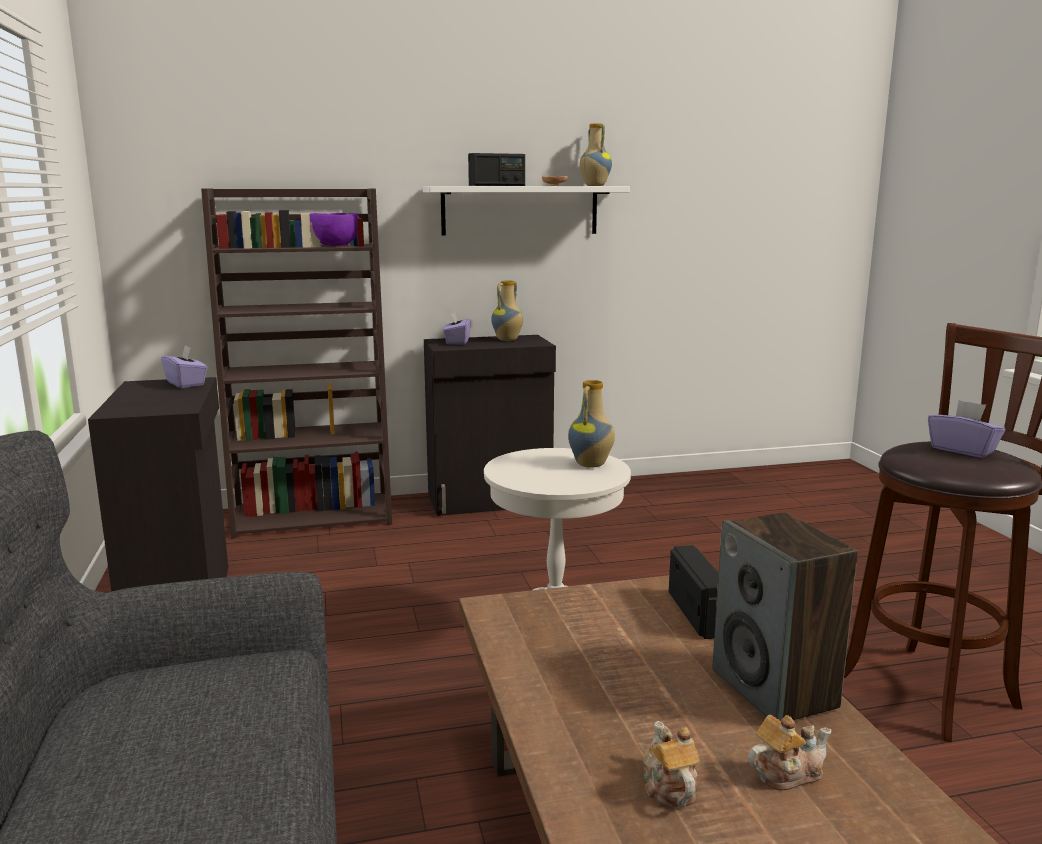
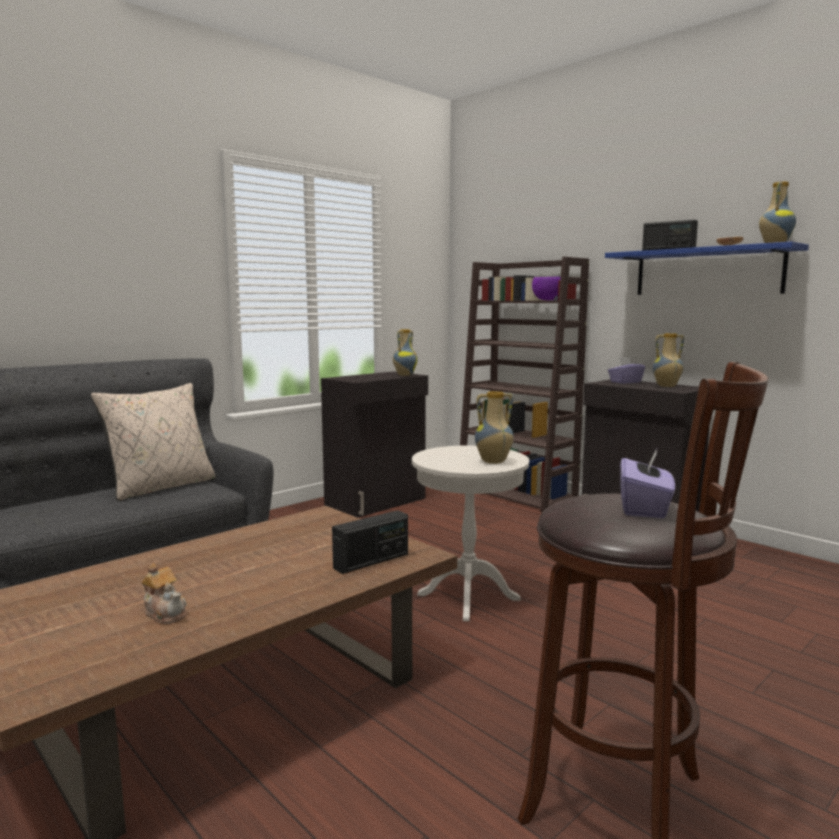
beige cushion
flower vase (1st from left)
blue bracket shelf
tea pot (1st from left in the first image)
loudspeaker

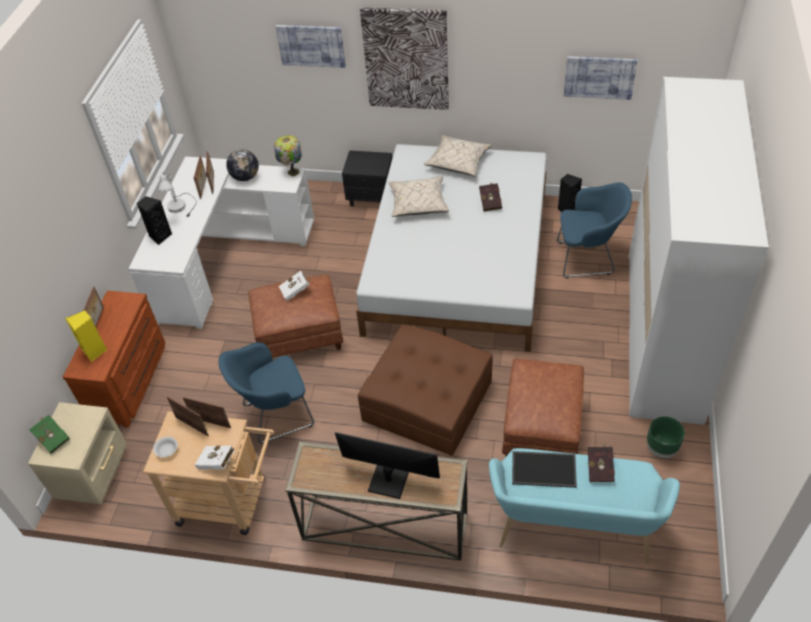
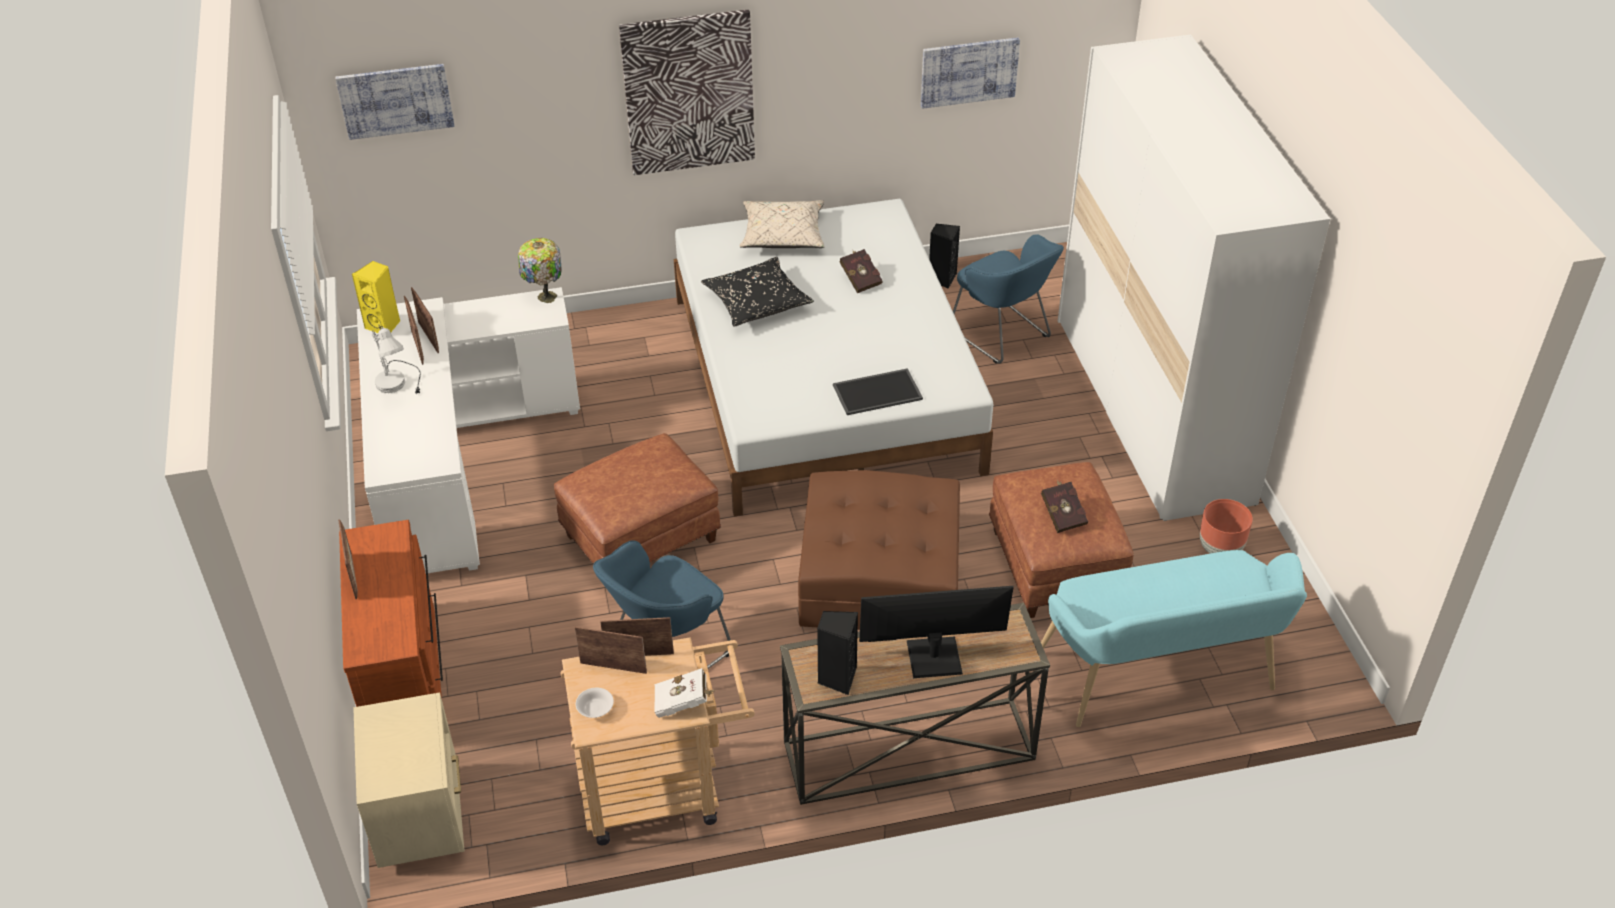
picture (1st from left)
yellowish loudspeaker
black-coloured cushion
black-coloured loudspeaker (1st from left)
serving tray
blue armchair (2nd from left)
red-coloured volume (2nd from left)
brownish plant pot
green-coloured volume
globe
whitish volume (2nd from left in the first image)
black-coloured nightstand

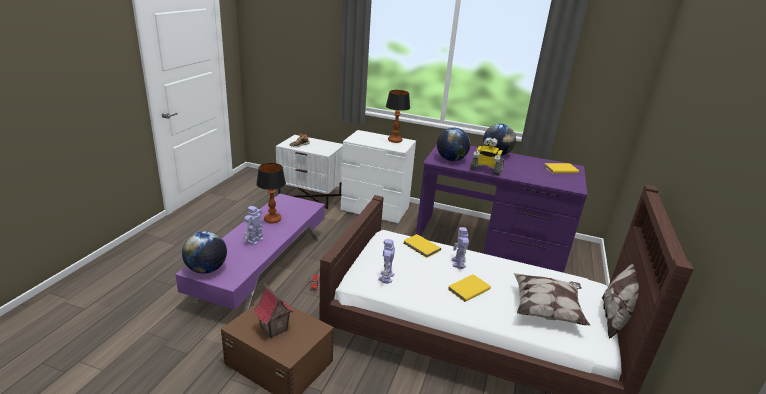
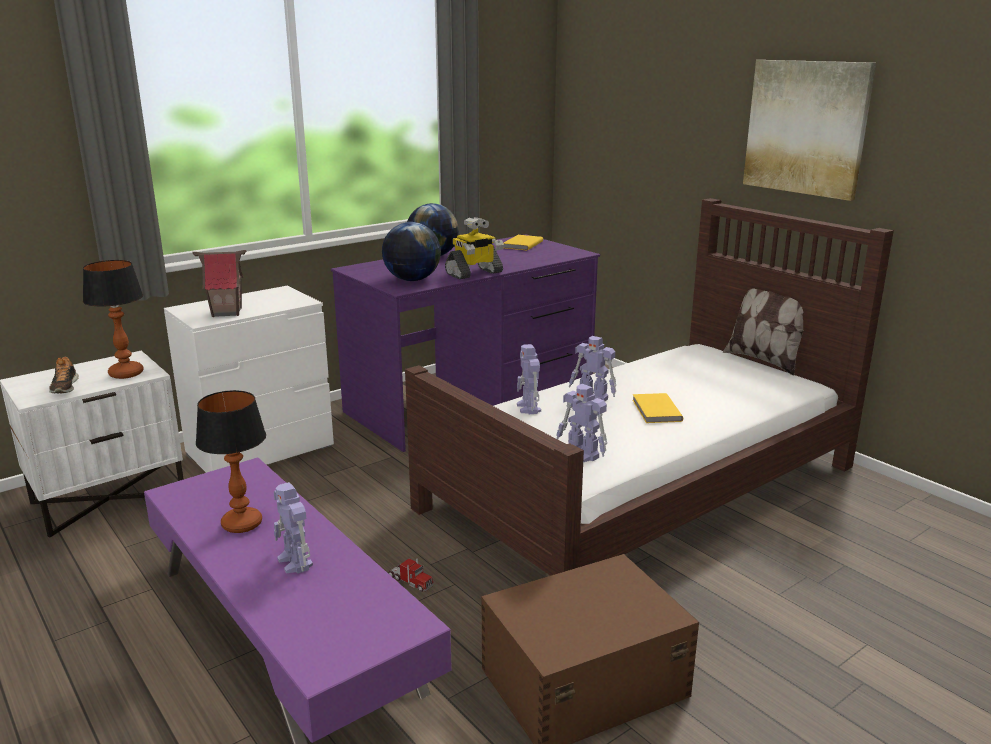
table lamp (1st from left)
toy house
toy robot (3rd from left)
picture
globe (1st from left in the first image)
cushion (1st from left in the first image)

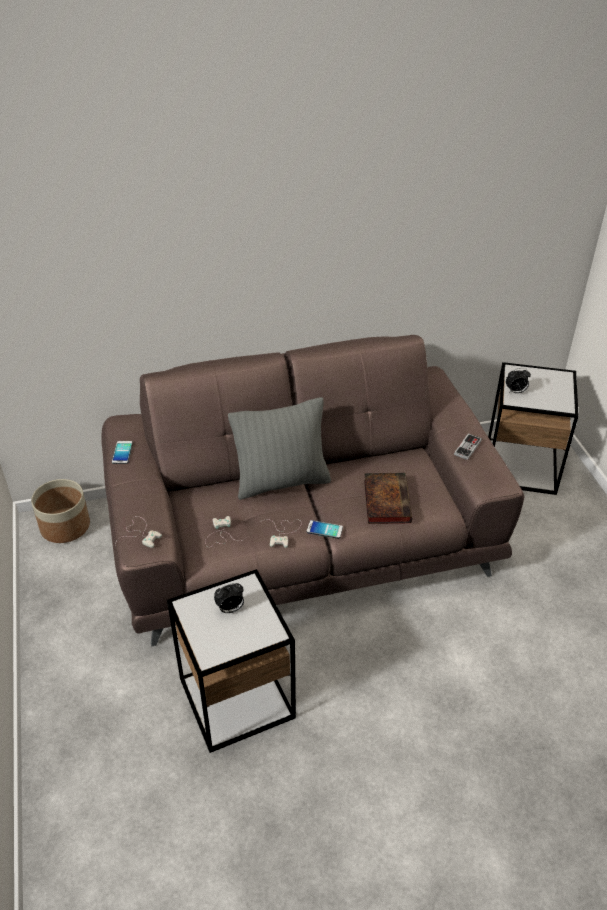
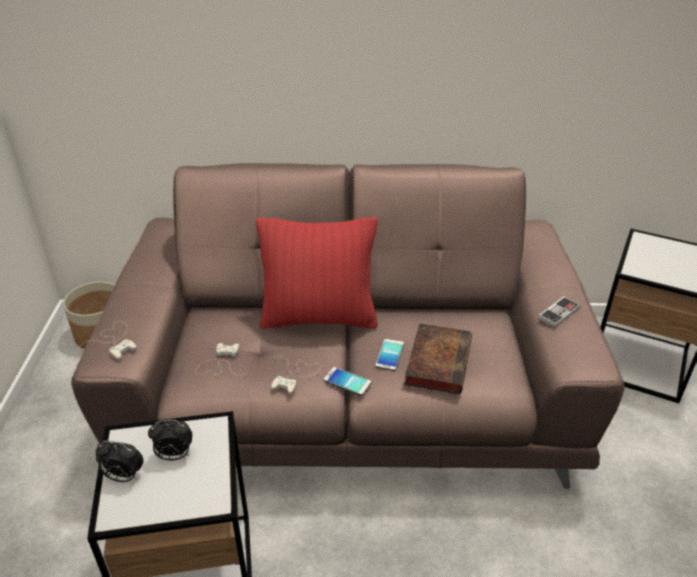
alarm clock (1st from left)
red-coloured cushion
handset (2nd from left)

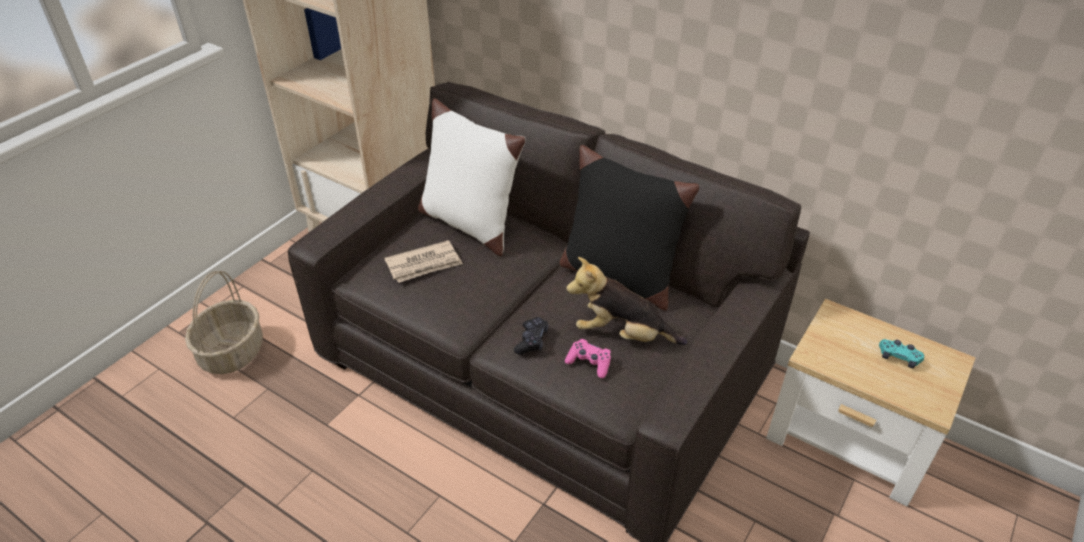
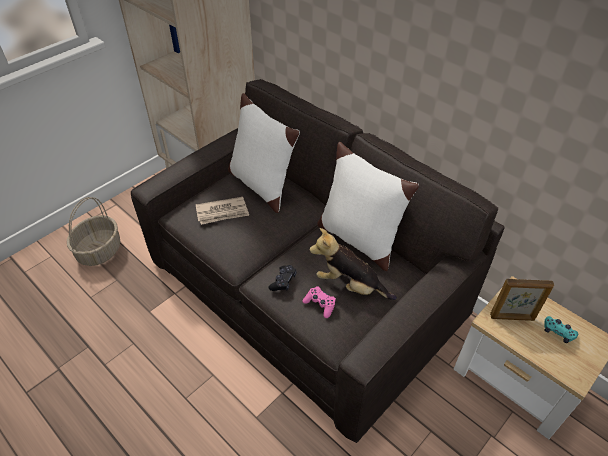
whitish cushion (2nd from left)
picture frame

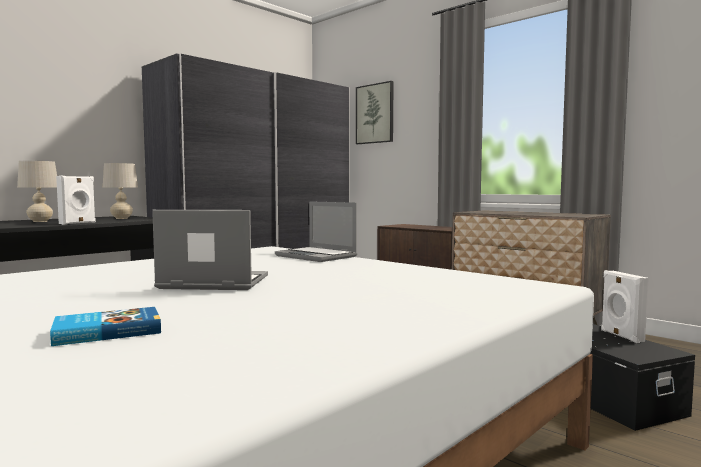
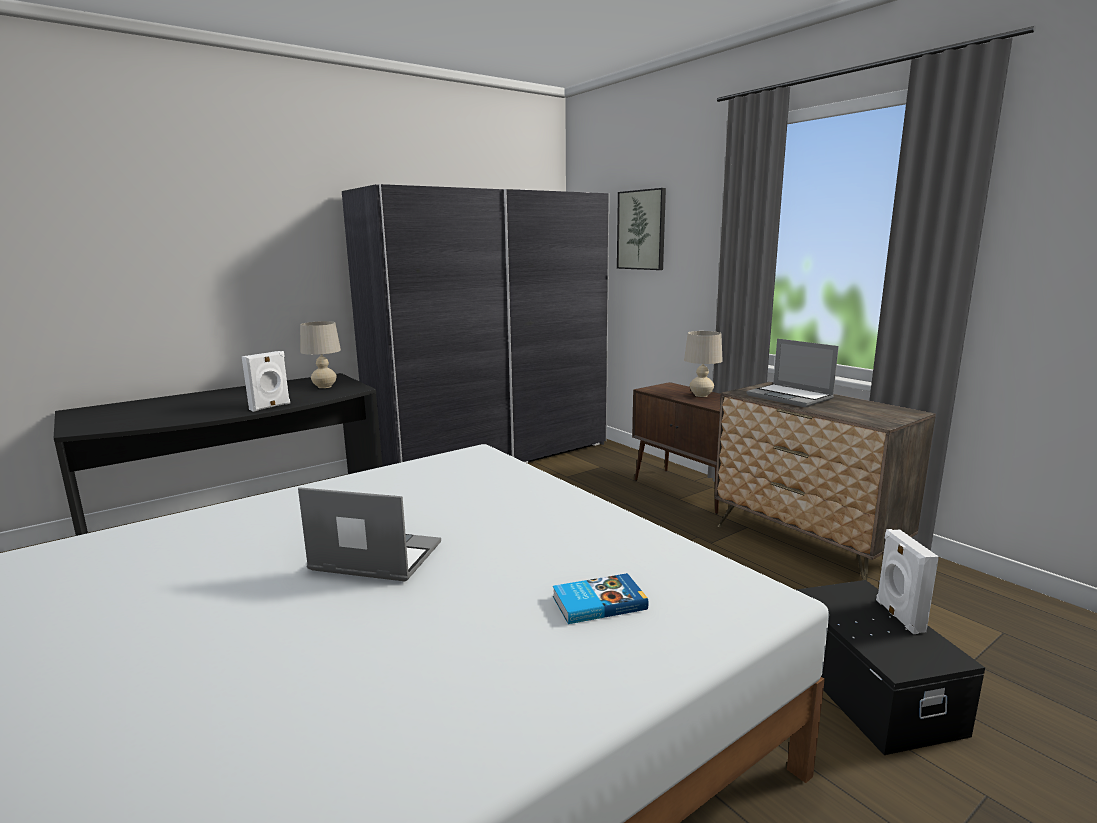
volume
beige table lamp (2nd from left)
laptop (2nd from left)

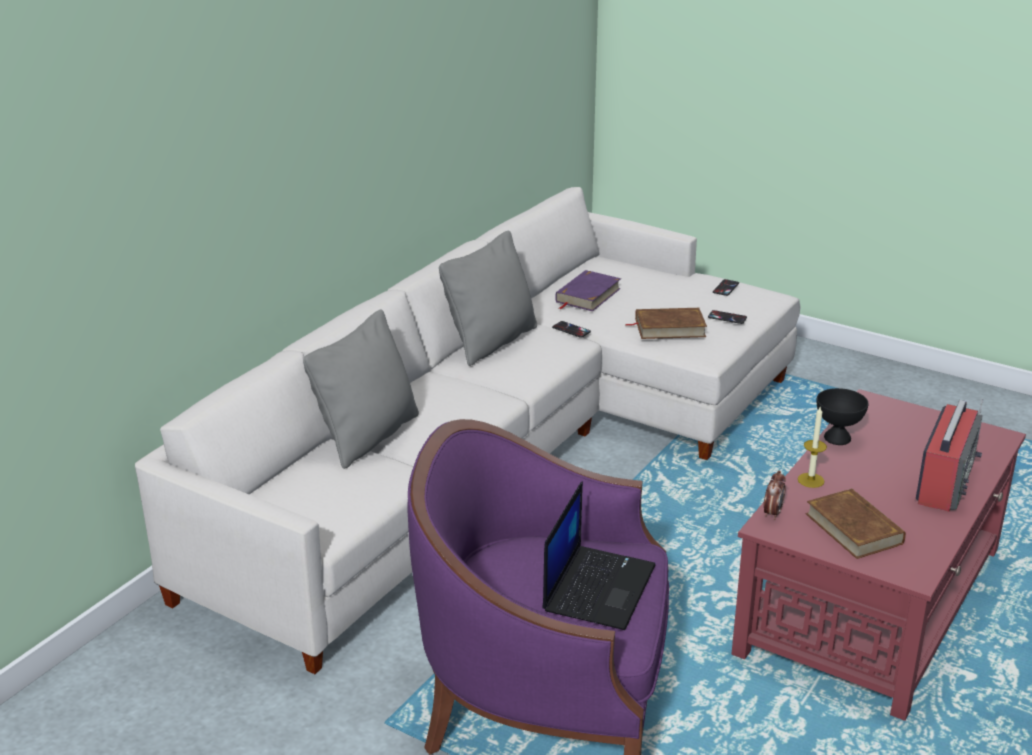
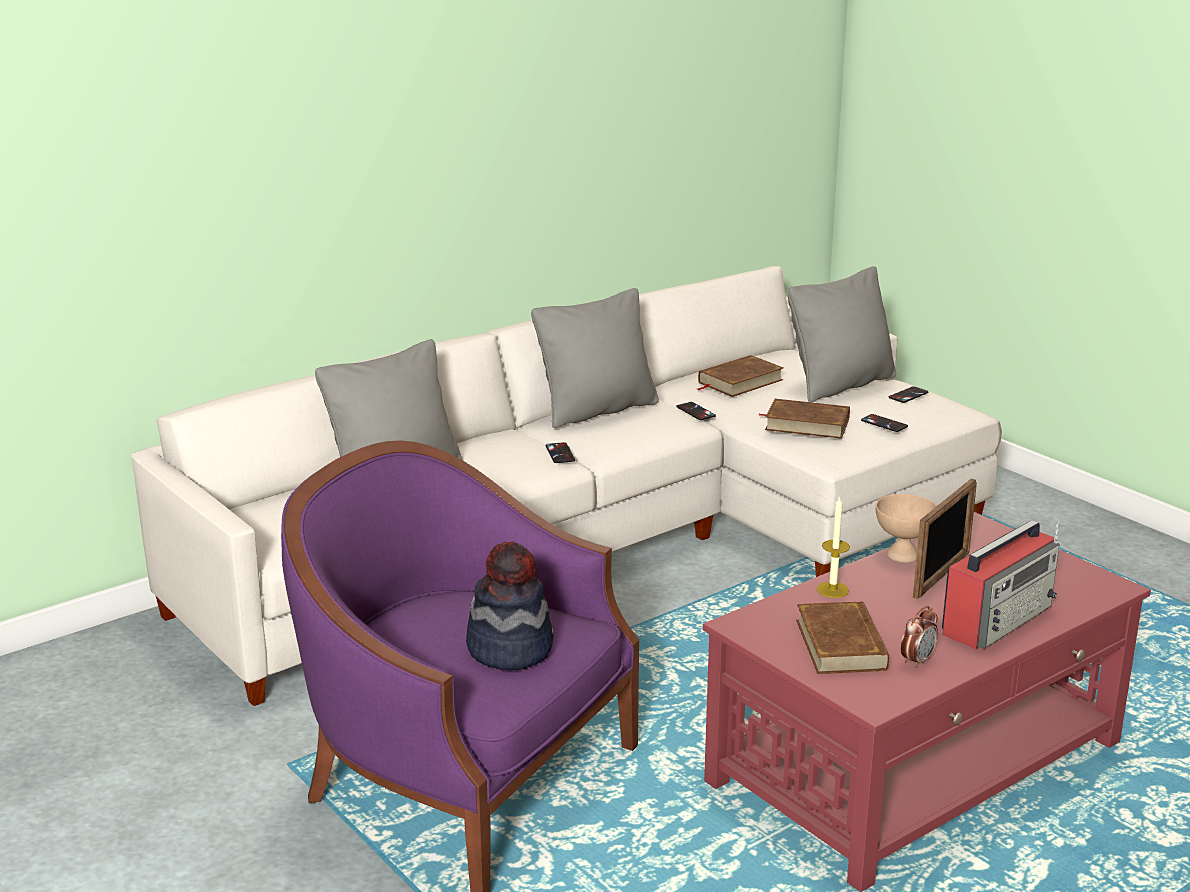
hat
handset (1st from left)
brownish volume (1st from left)
grey cushion (3rd from left)
beige deep dish
alarm clock
picture frame

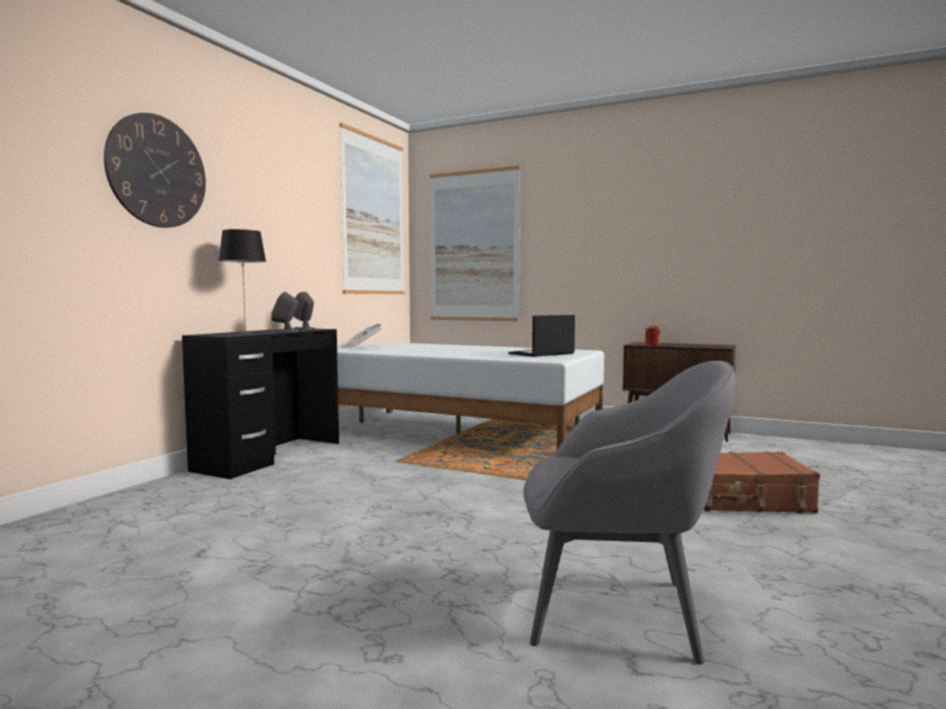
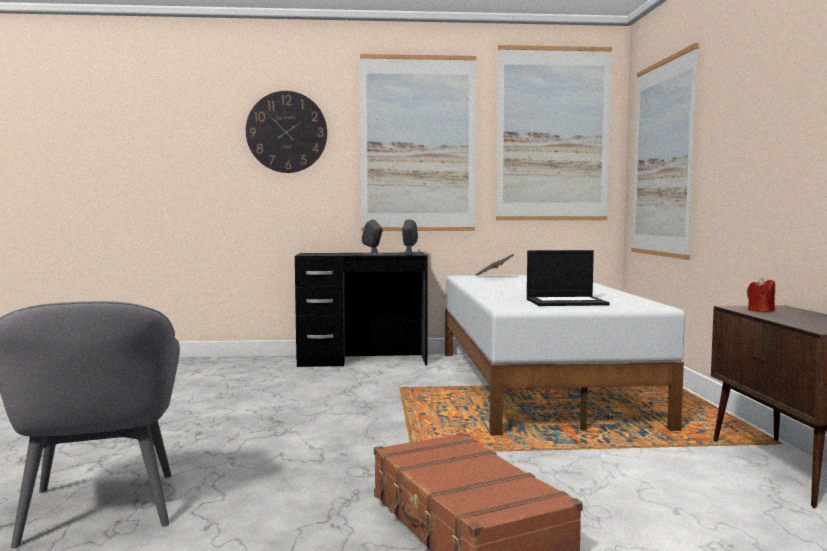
picture (1st from left)
laptop
table lamp

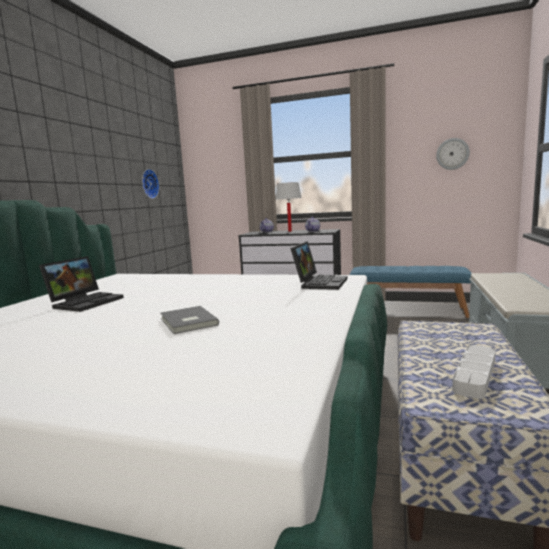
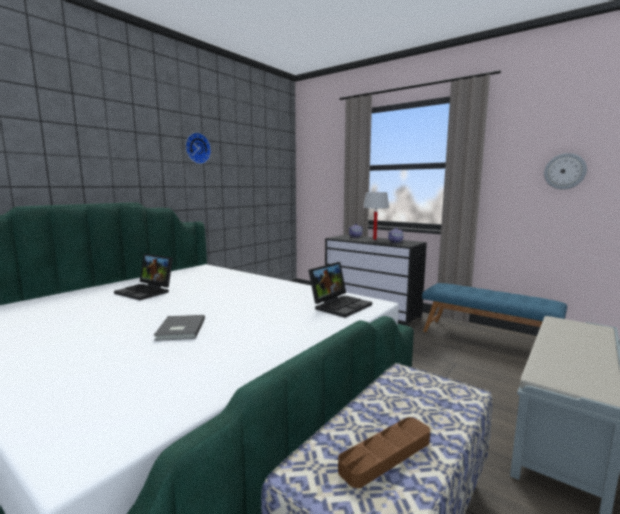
laptop (1st from left)
clock on the wall (1st from left)
brownish serving tray

